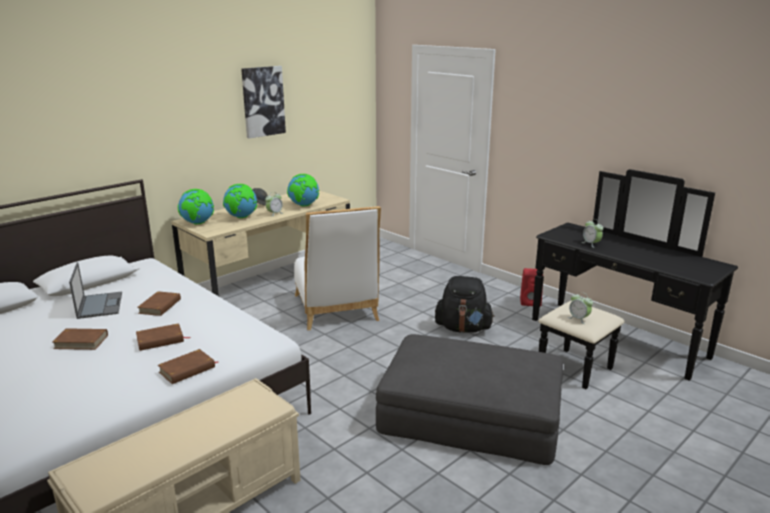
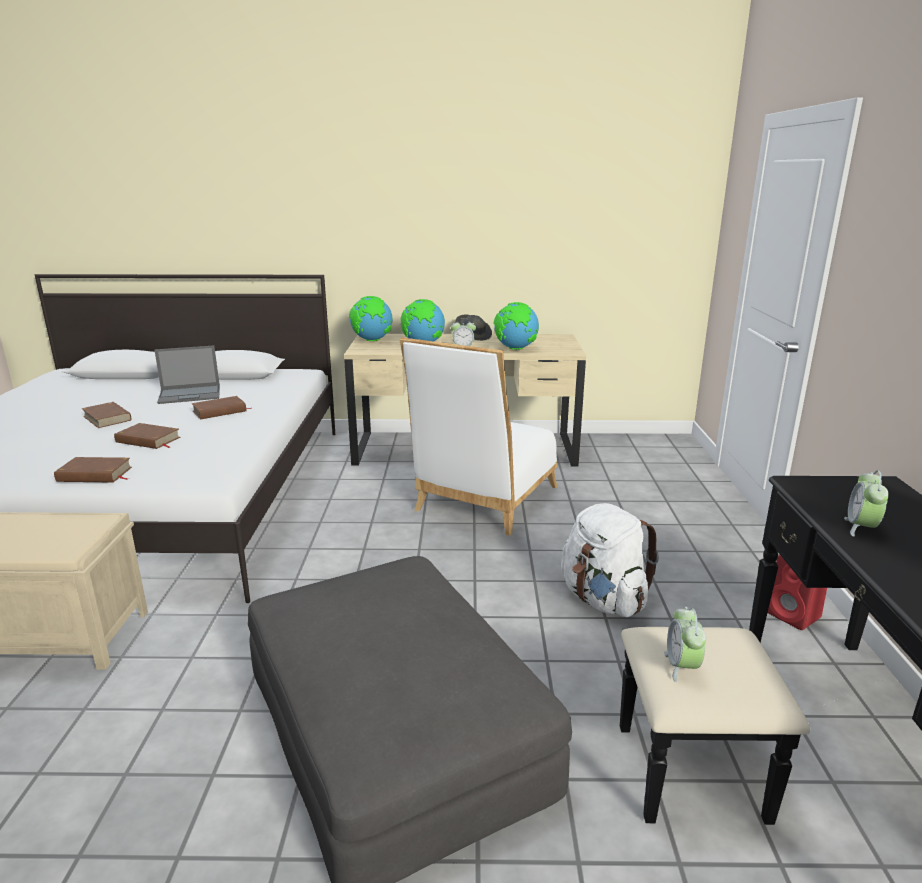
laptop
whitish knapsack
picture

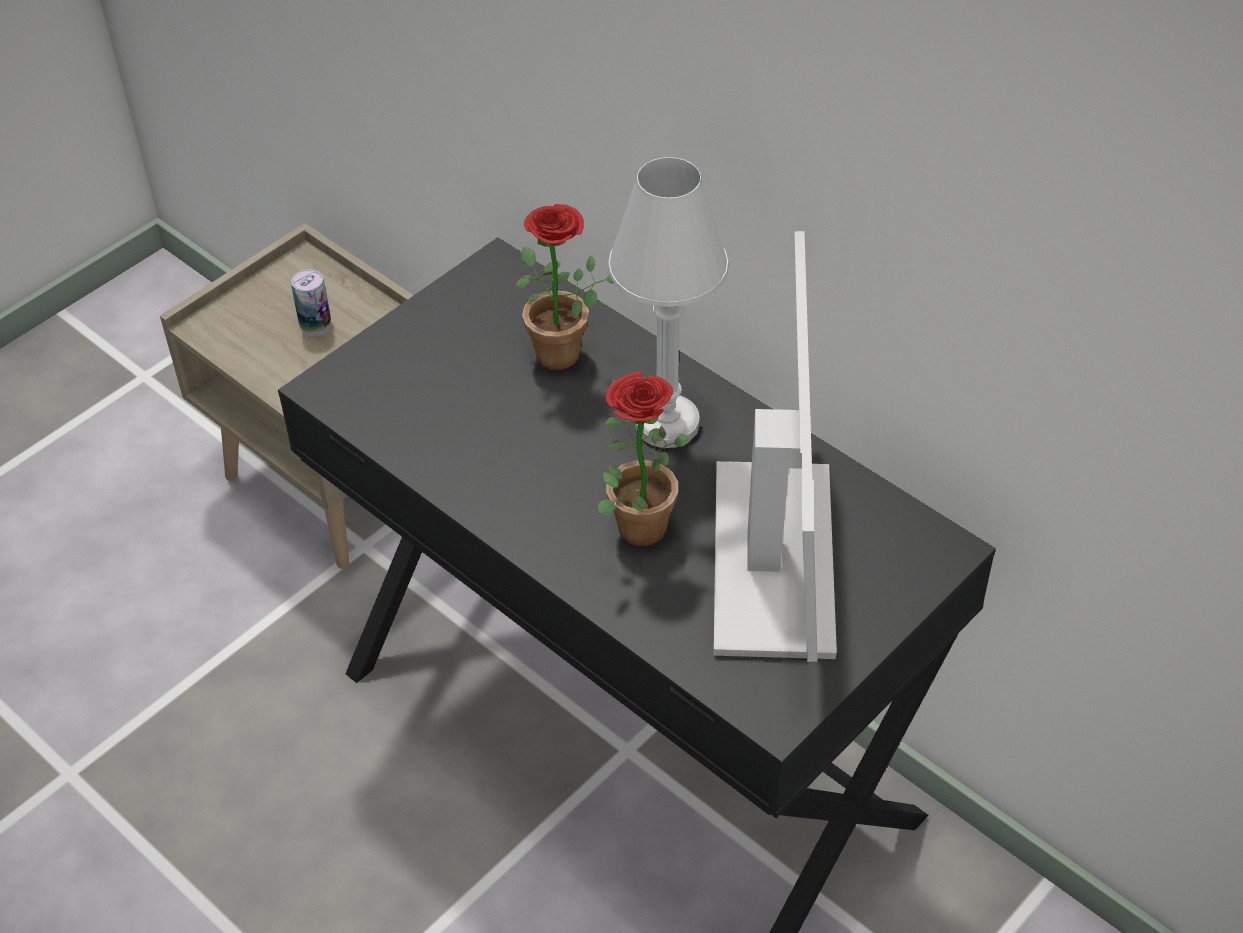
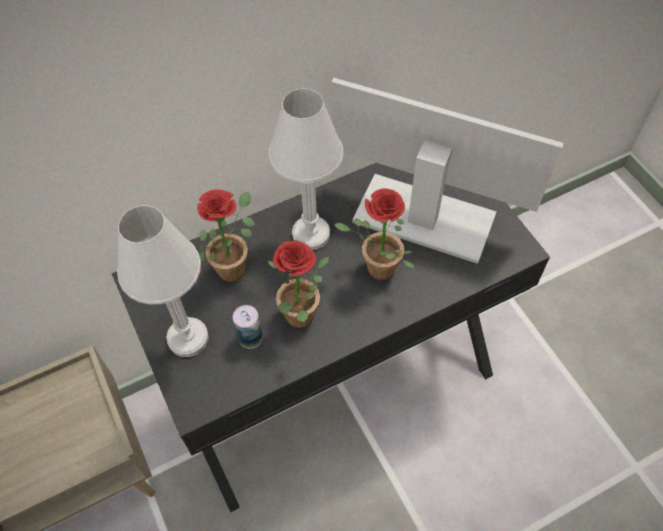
whitish table lamp (1st from left)
can
potted plant (2nd from left)

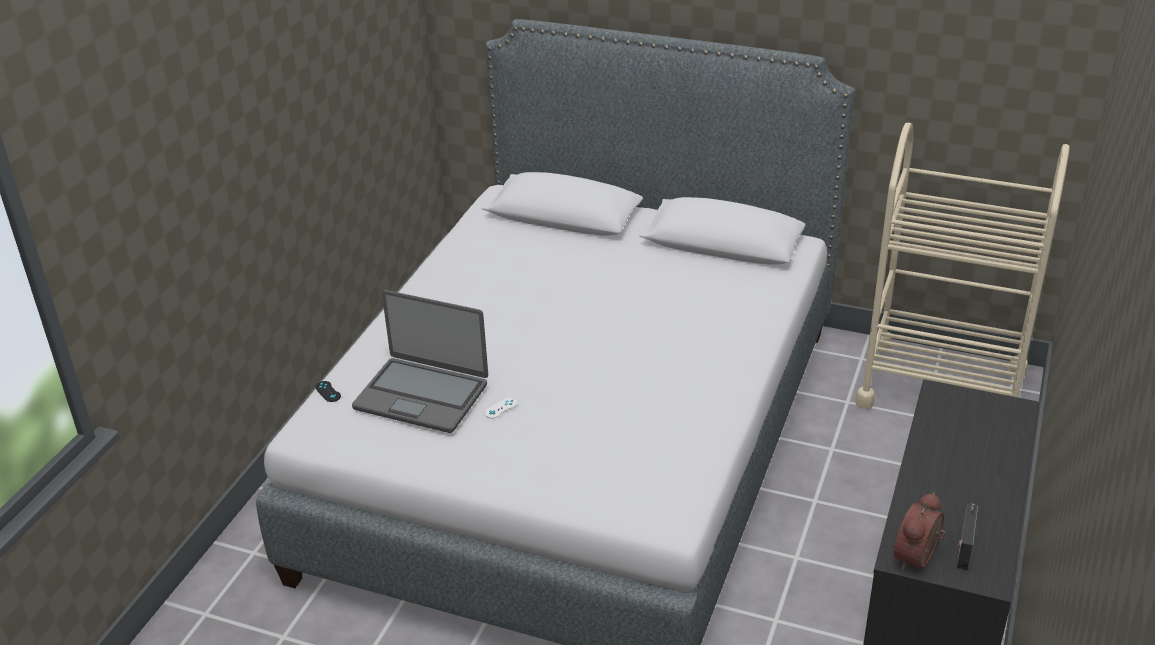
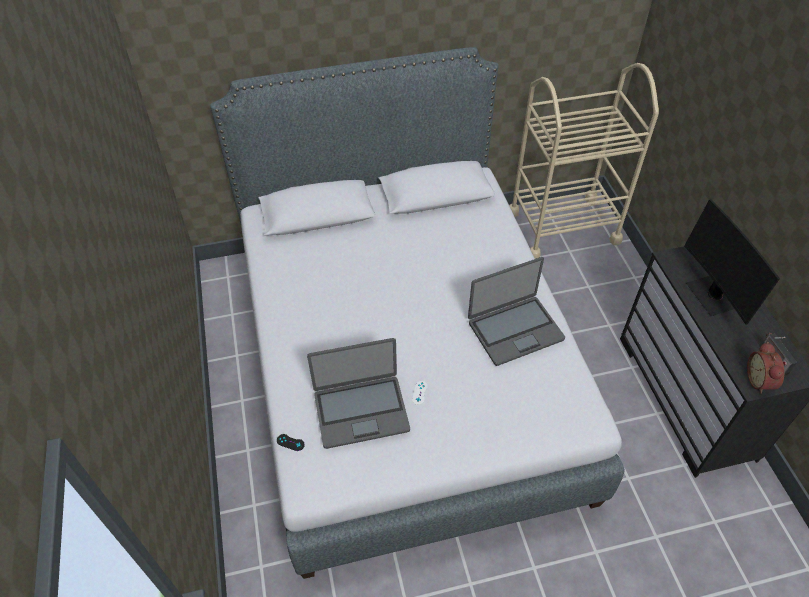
laptop (2nd from left)
computer display

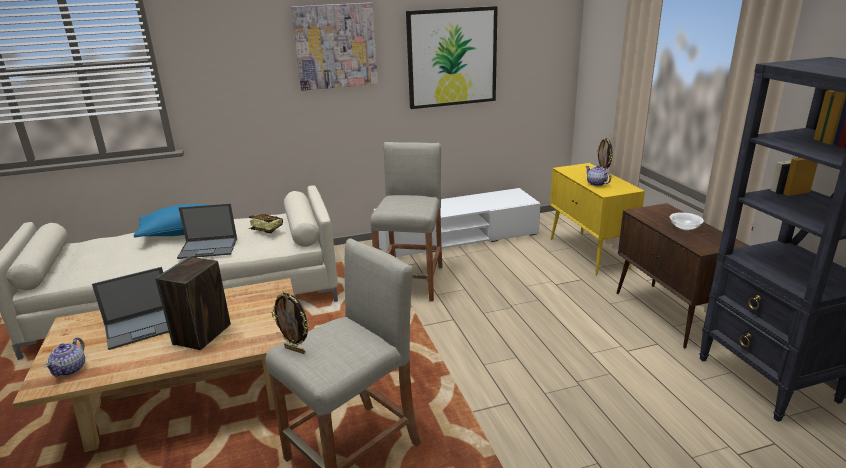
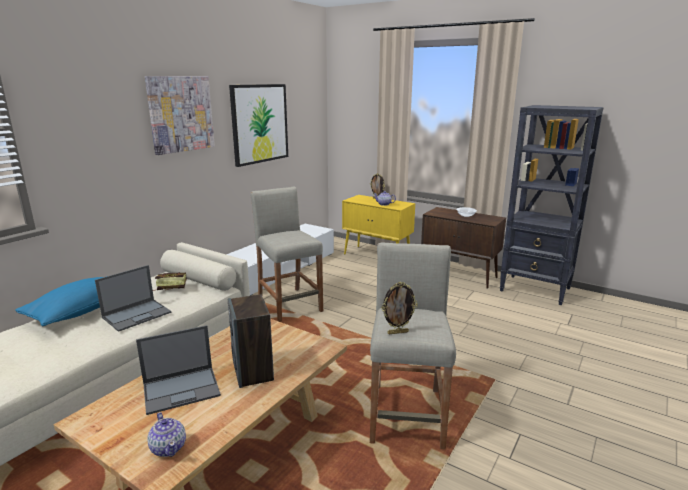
laptop (2nd from left)

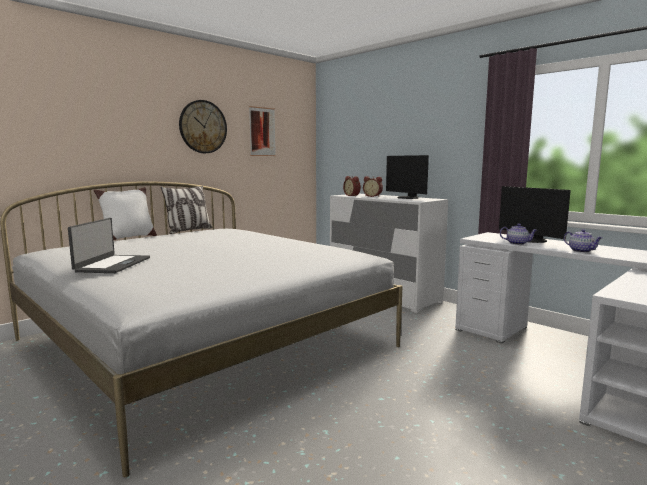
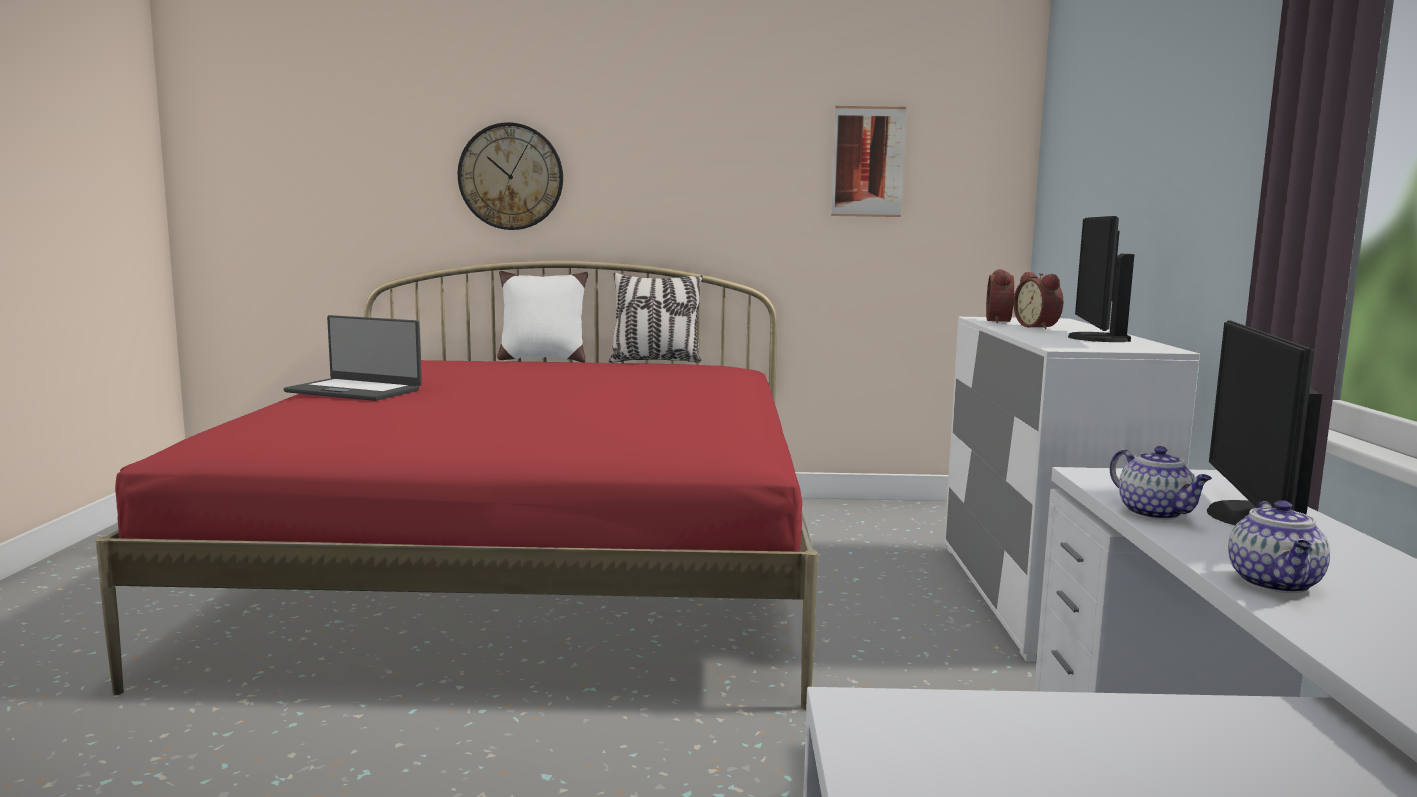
red-coloured sleeping bed
laptop
clock on the wall

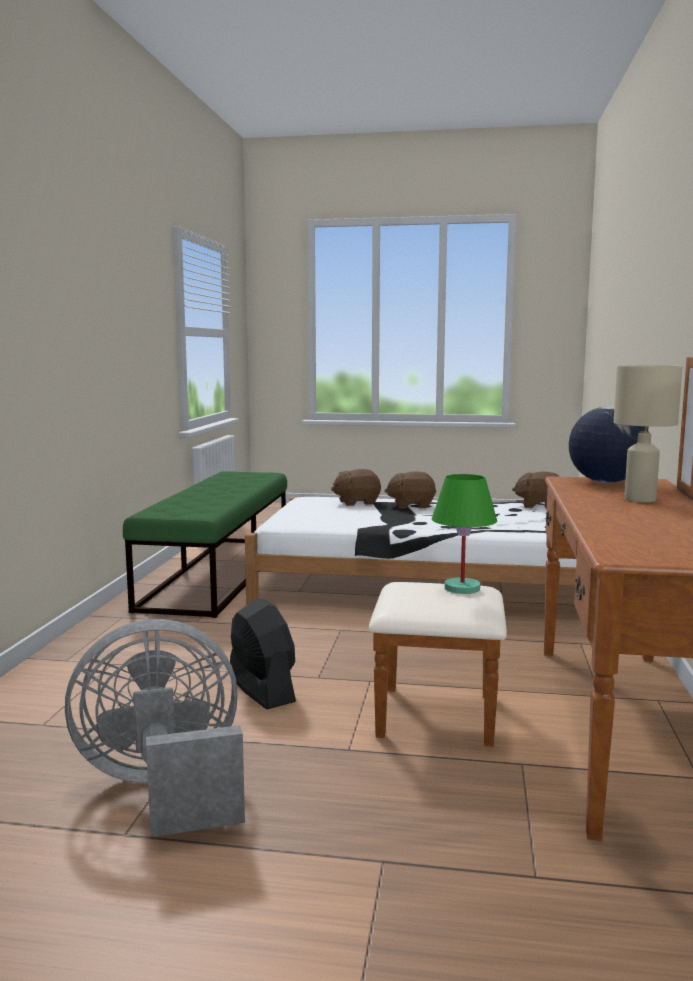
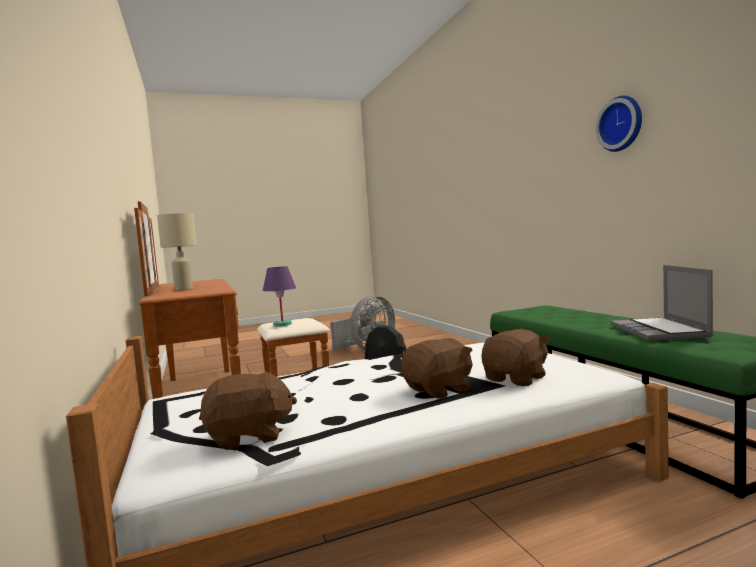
purple-coloured table lamp
clock on the wall
laptop
globe

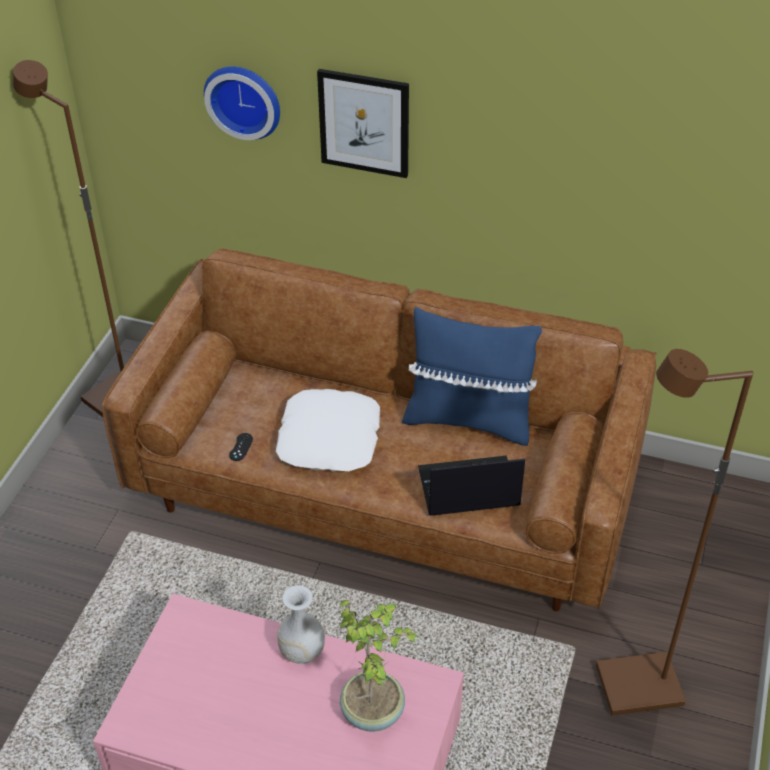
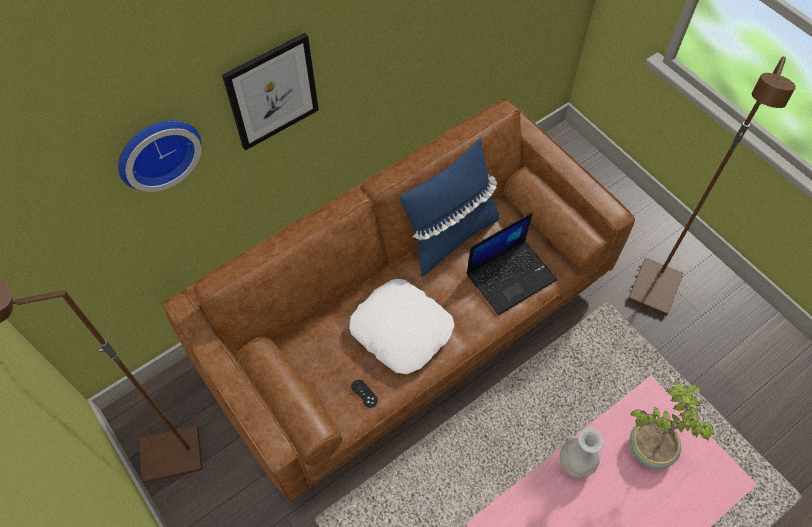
laptop

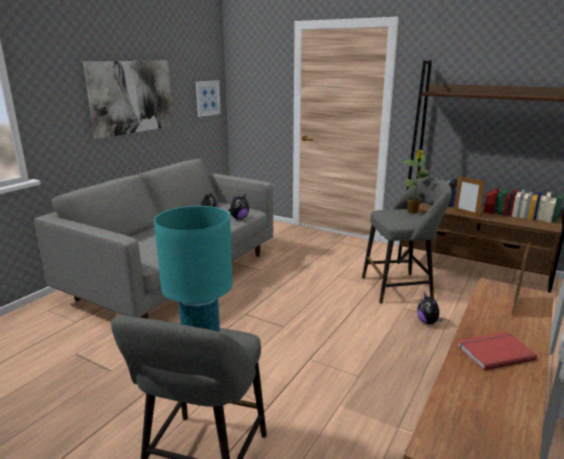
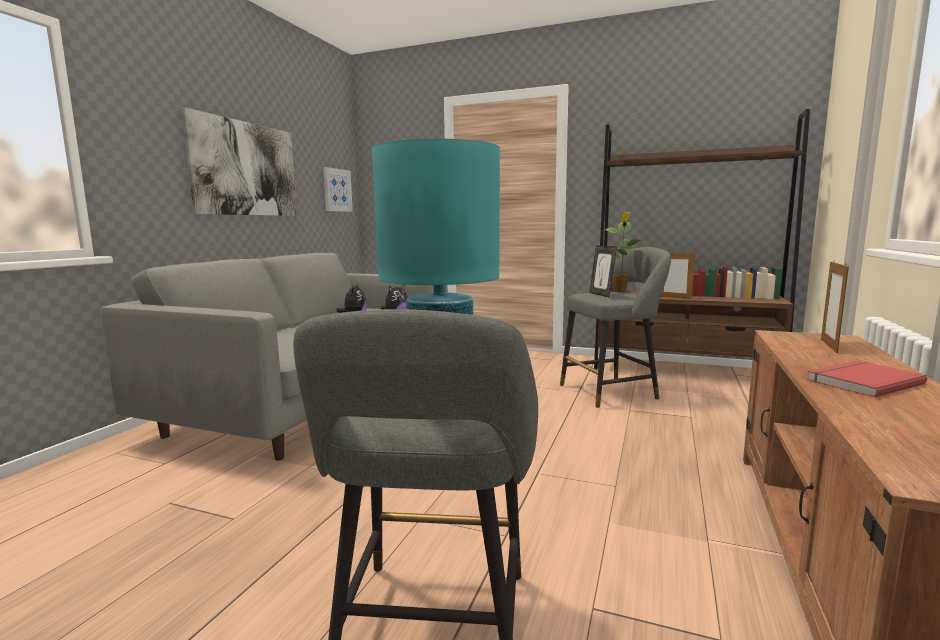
picture frame (1st from left)
plush toy (3rd from left in the first image)

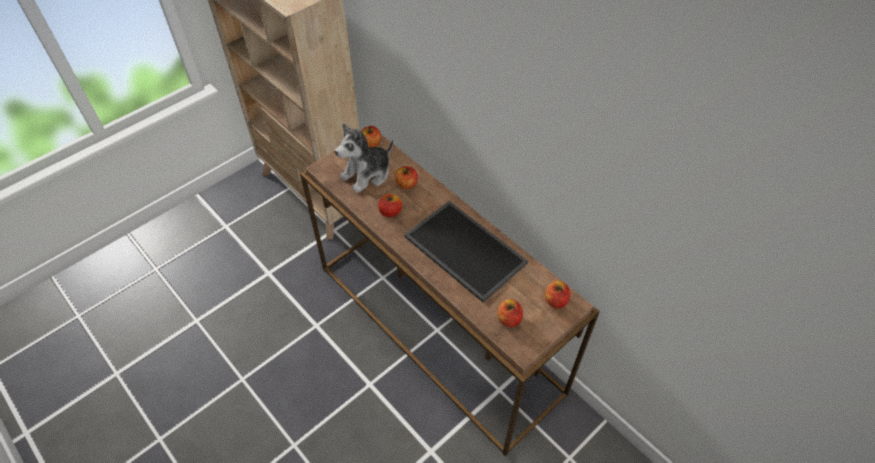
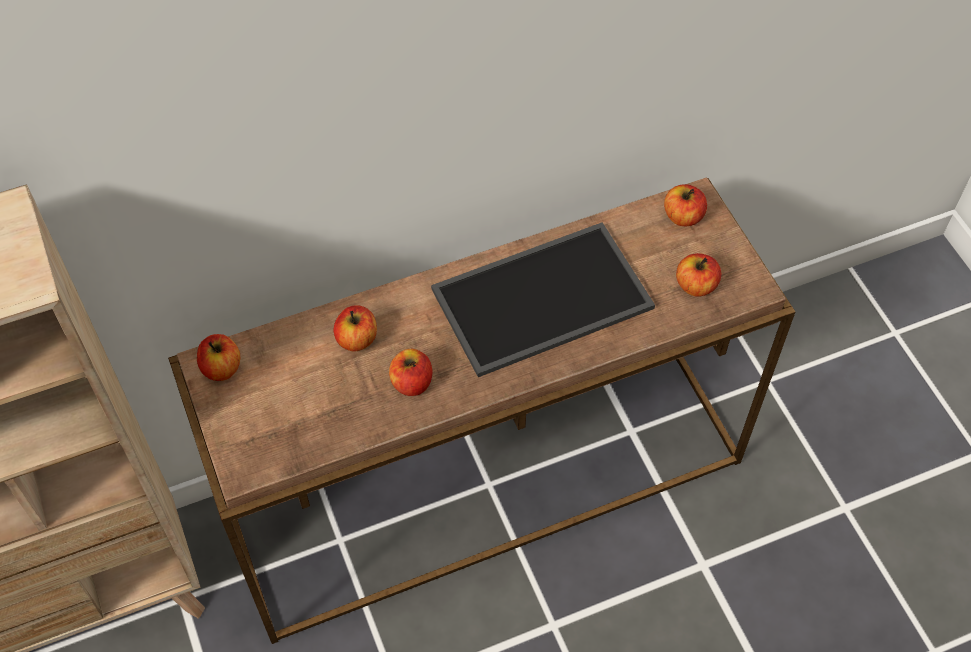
plush toy

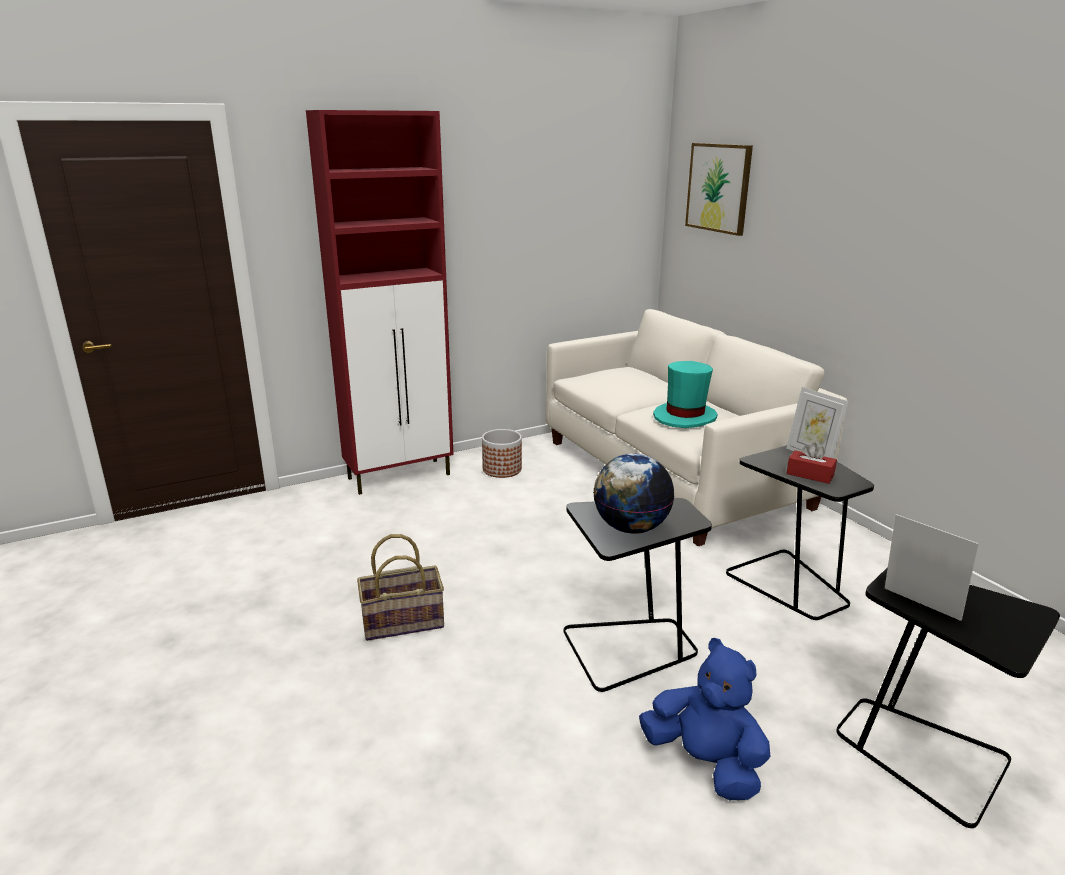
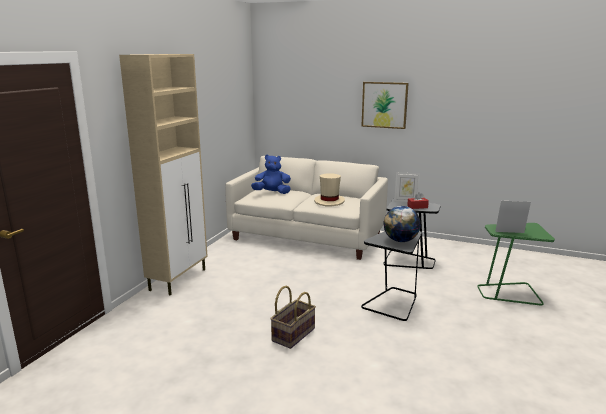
beige cabinet
blue plush toy
beige hat
picture
green-coloured side table
plant pot

